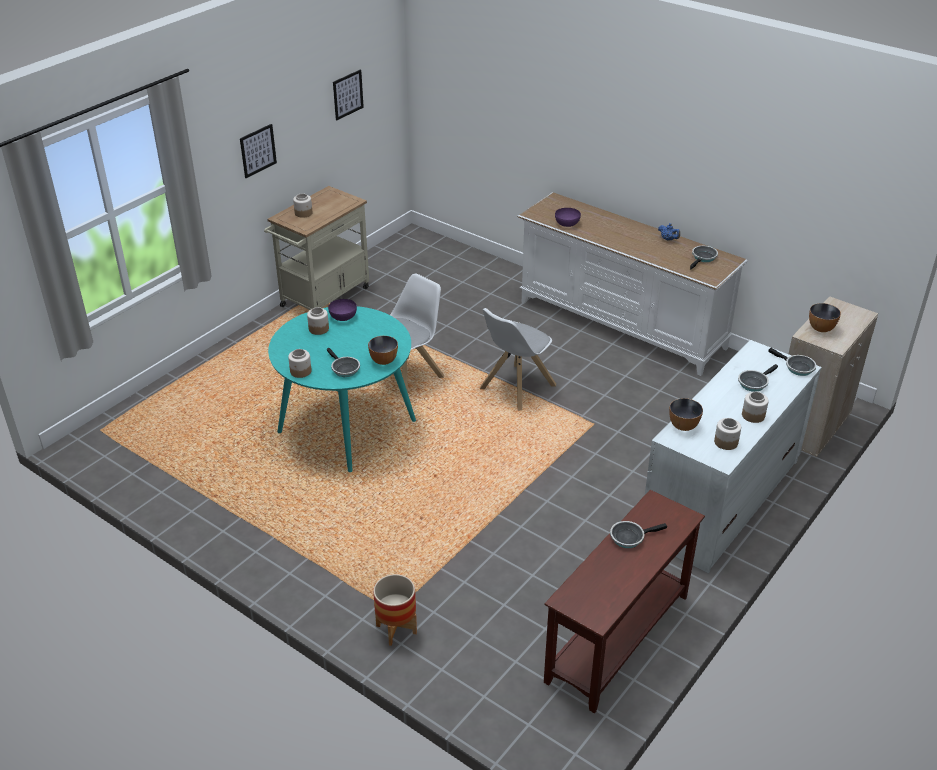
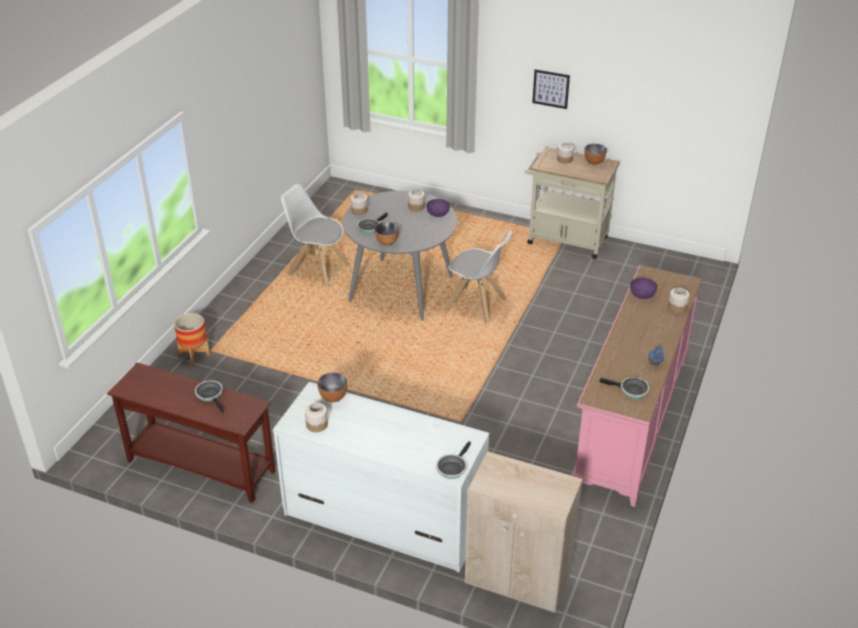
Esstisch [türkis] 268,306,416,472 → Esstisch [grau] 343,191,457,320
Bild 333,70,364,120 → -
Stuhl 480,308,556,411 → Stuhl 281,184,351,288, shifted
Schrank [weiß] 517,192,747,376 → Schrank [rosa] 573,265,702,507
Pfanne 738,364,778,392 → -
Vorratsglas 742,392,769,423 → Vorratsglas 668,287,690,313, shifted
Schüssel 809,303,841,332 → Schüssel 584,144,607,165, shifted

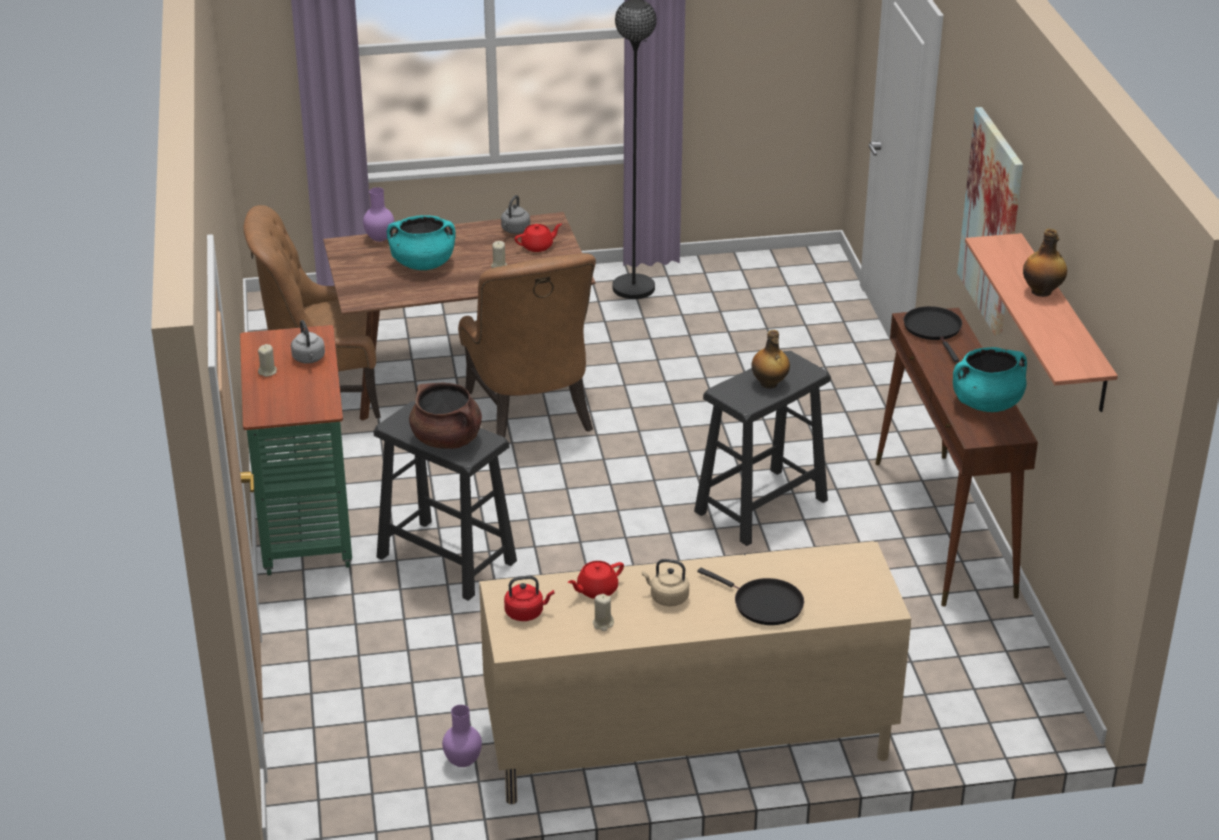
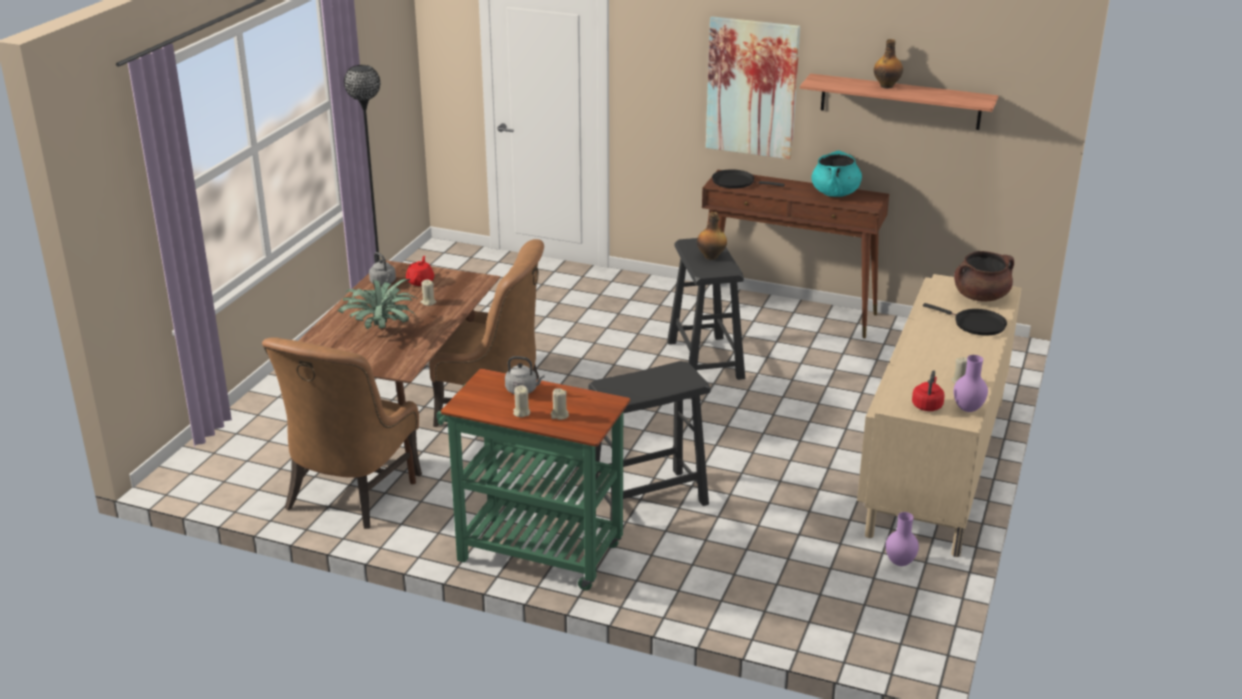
Vase [lila] 363,187,394,242 → Vase [lila] 954,355,988,412, shifted
Kochtopf [türkis] 387,215,456,270 → Topfpflanze 338,279,418,329
Kochtopf [braun] 409,383,482,449 → Kochtopf [braun] 954,251,1014,302, shifted
Teekanne [rot] 568,561,624,599 → -
Wasserkessel [beige] 642,559,689,607 → -
Pfanne [schwarz] 697,568,804,625 → Pfanne [schwarz] 923,303,1007,336, 60 degrees clockwise
- → Kerze [beige] 551,388,569,420

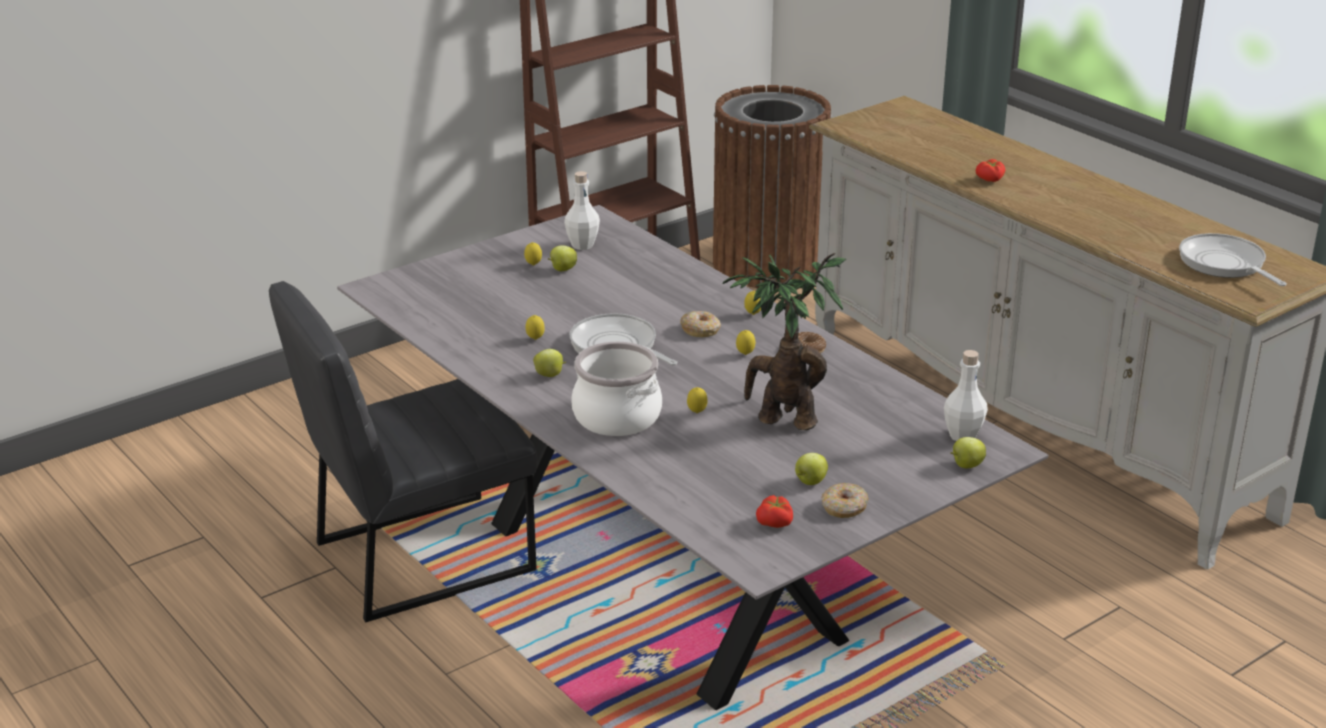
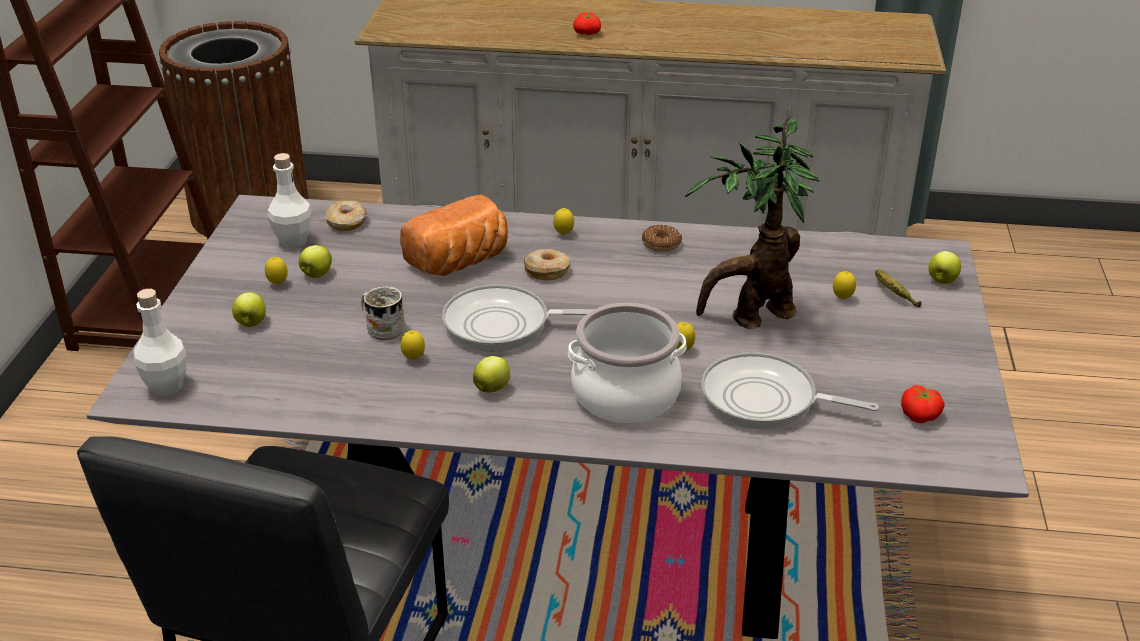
Zitrone 736,330,755,355 → Zitrone 833,271,856,299, shifted
Apfel 795,453,828,485 → Apfel 232,292,266,327, shifted
Donut 822,483,869,518 → Donut 325,200,367,231, shifted
Flasche [weiß] 944,350,988,441 → Flasche [weiß] 134,289,186,396, shifted
Pfanne 1179,233,1287,286 → Pfanne 701,352,879,429, shifted
- → Henkelbecher [weiß] 361,286,405,340
- → Brot 400,194,508,276
- → Banane 875,269,921,308

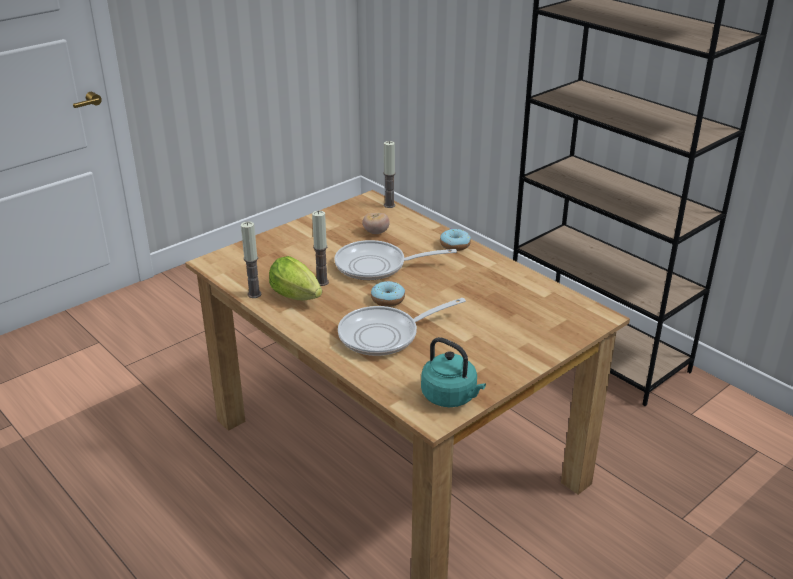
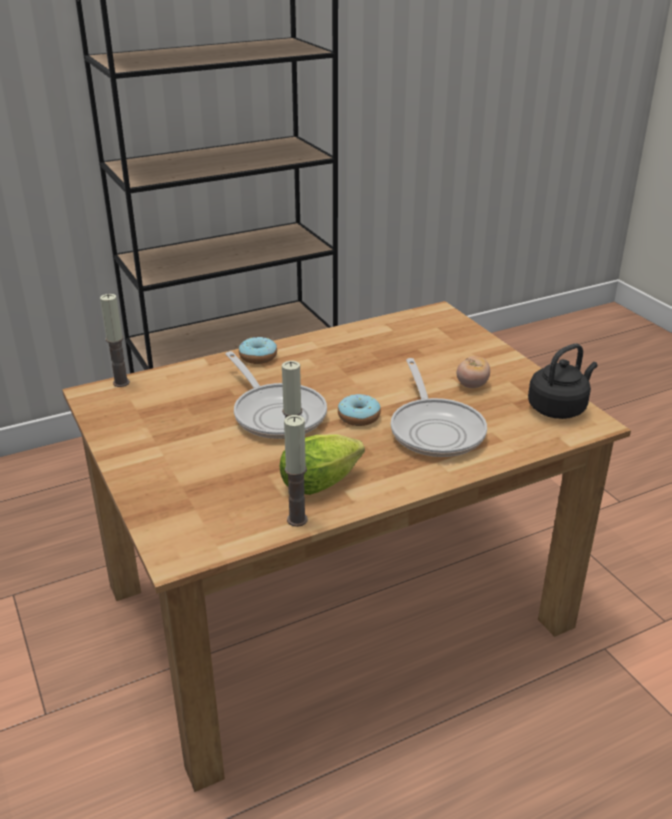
Pfanne 334,240,457,280 → Pfanne 226,351,327,439, 45 degrees counterclockwise
Tomate 362,213,390,234 → Tomate 457,356,490,388, shifted
Wasserkessel [türkis] 421,337,486,407 → Wasserkessel [schwarz] 528,343,597,419

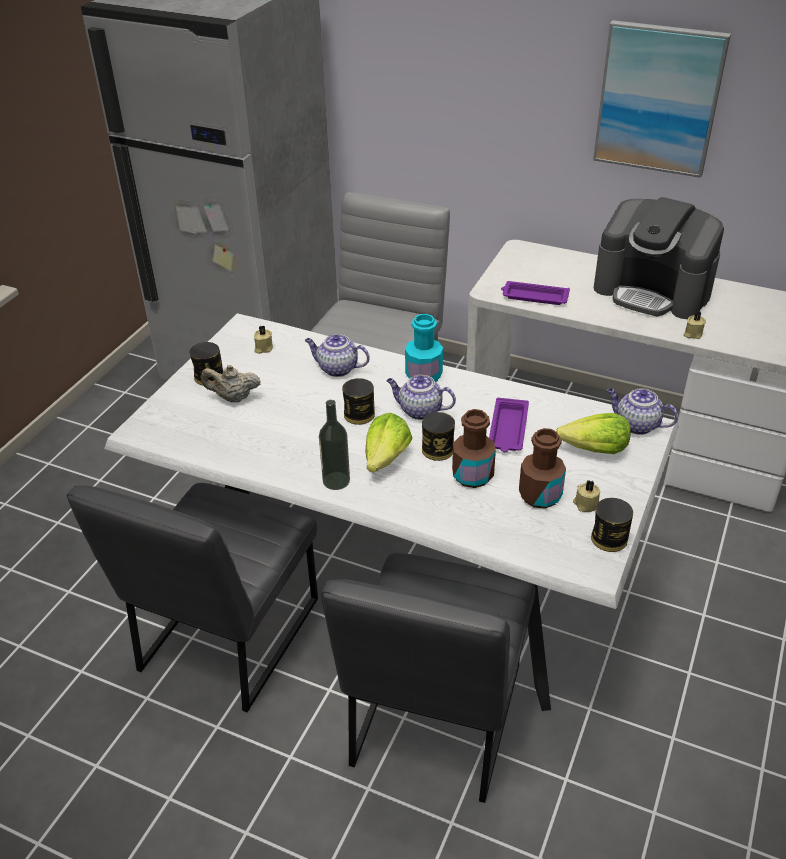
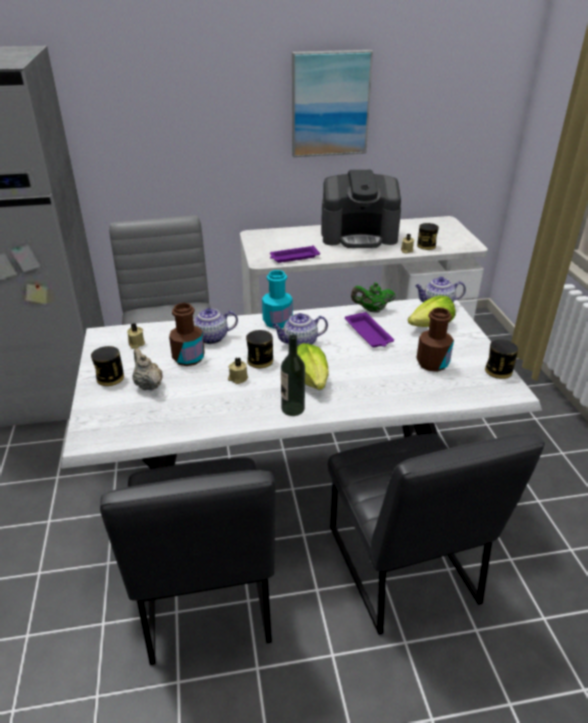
Teekanne [beige] 201,365,261,402 → Teekanne [beige] 132,348,163,391, 90 degrees clockwise
Dose 422,412,455,461 → Dose 417,223,439,250, shifted
Flasche [braun] 452,409,496,488 → Flasche [braun] 169,303,205,366, shifted
Kerze [beige] 573,480,601,512 → Kerze [beige] 228,358,248,384, shifted
- → Teekanne [grün] 351,282,396,313

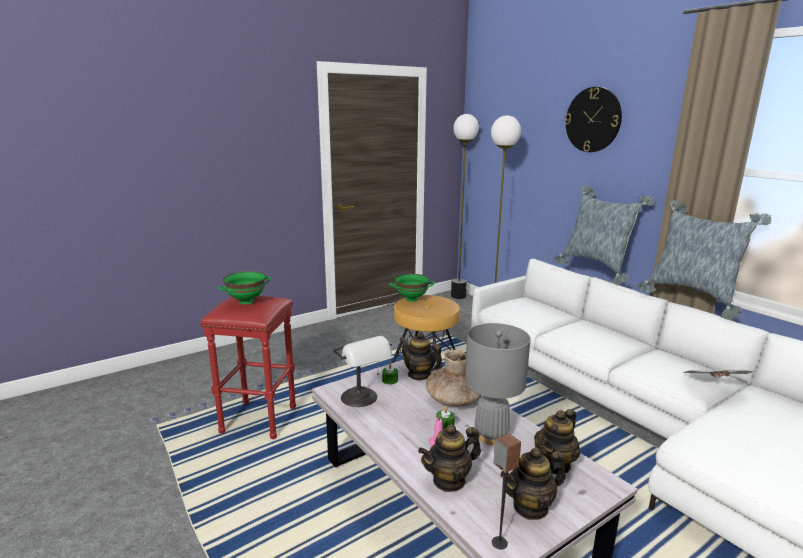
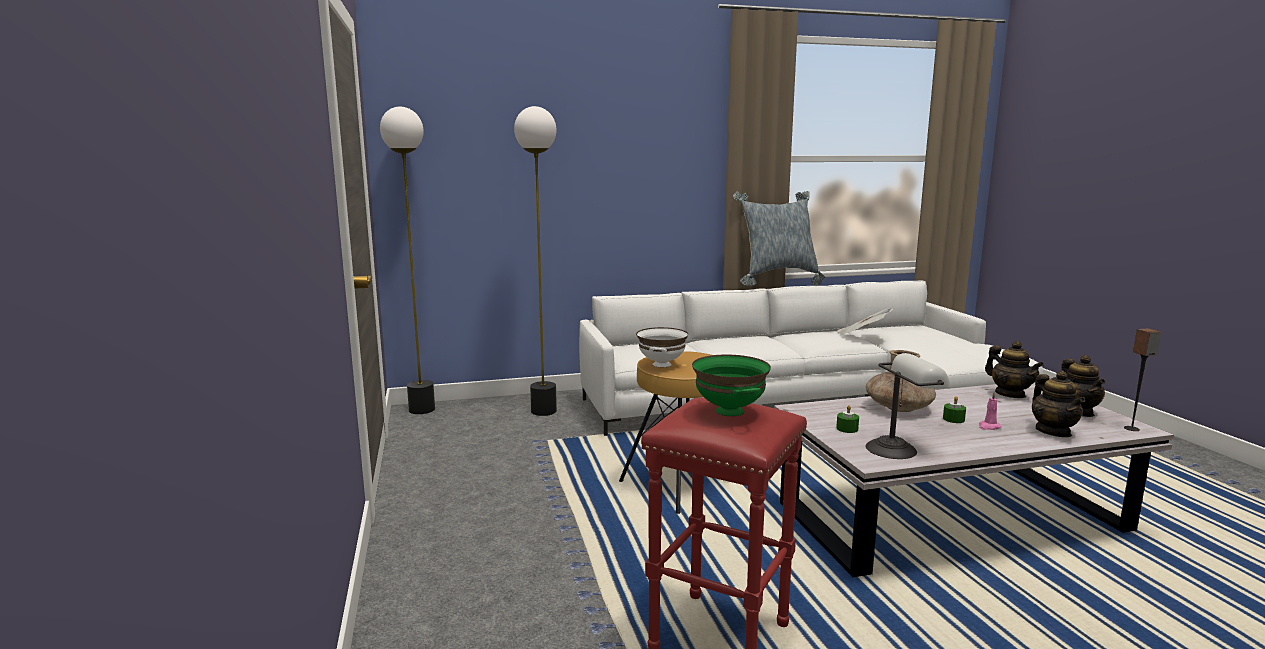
Schüssel [grün] 389,274,435,302 → Schüssel [weiß] 636,327,688,367
Teekanne 400,332,443,380 → -
Tischlampe [grau] 465,323,531,445 → -
Kissen 554,185,654,285 → -
Wanduhr 565,87,622,152 → -

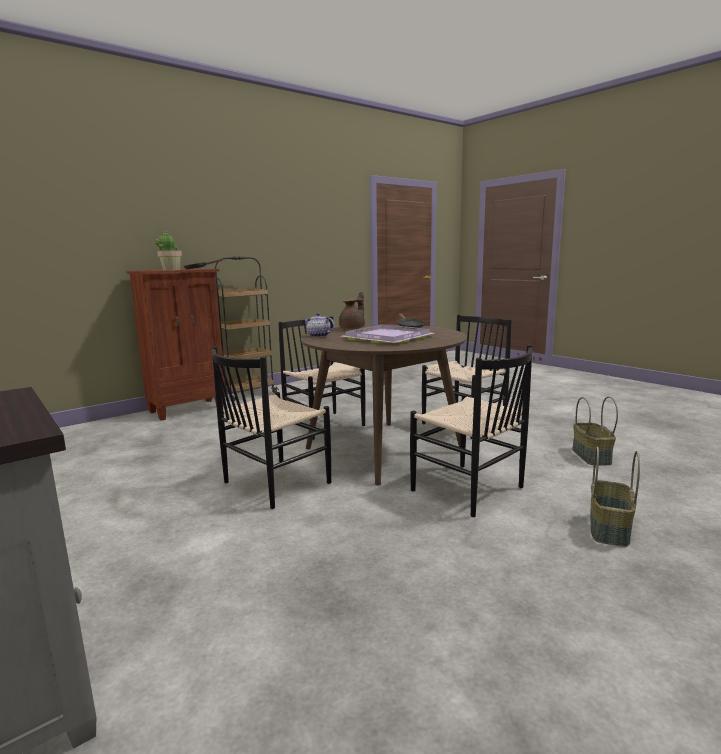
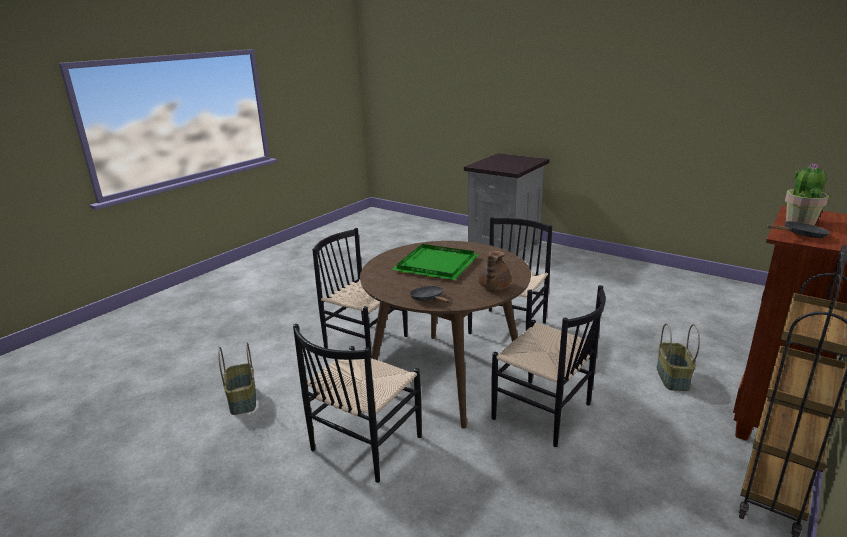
Teekanne 303,313,335,337 → -
Tablett [lila] 341,324,434,343 → Tablett [grün] 391,244,479,280
Korb 590,446,640,547 → Korb 656,323,700,391, shifted

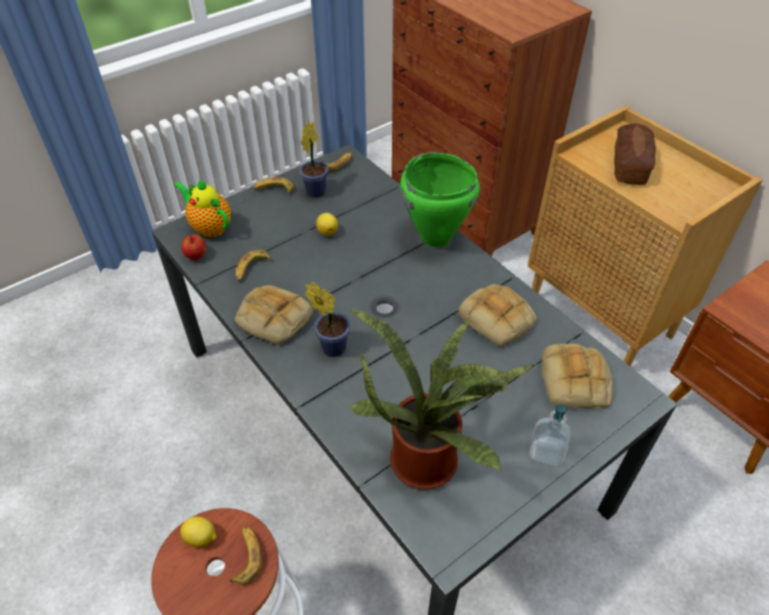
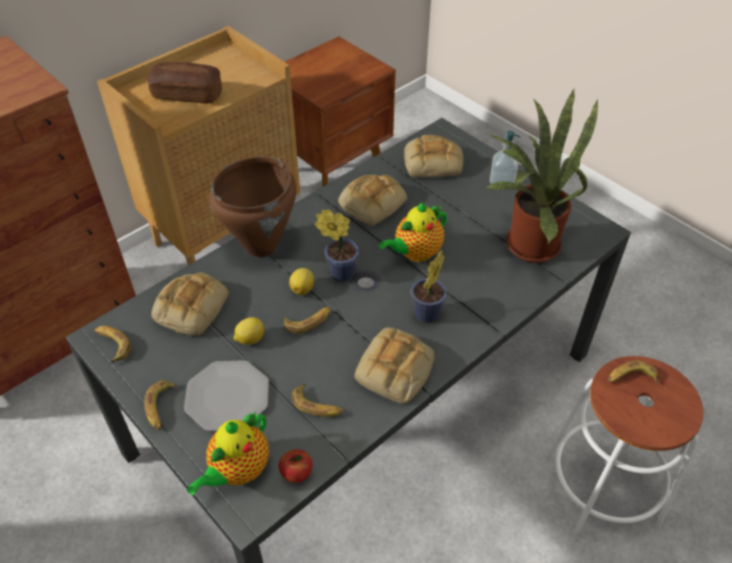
Zitrone 180,516,217,547 → Zitrone 289,268,314,295, shifted
Topfpflanze 300,121,328,198 → Topfpflanze 315,209,359,282, shifted
Kochtopf [grün] 400,152,480,248 → Kochtopf [braun] 209,156,296,257
- → Brot 151,272,229,336
- → Teller 184,360,269,431
- → Banane 284,307,331,333
- → Teekanne 379,202,447,262

